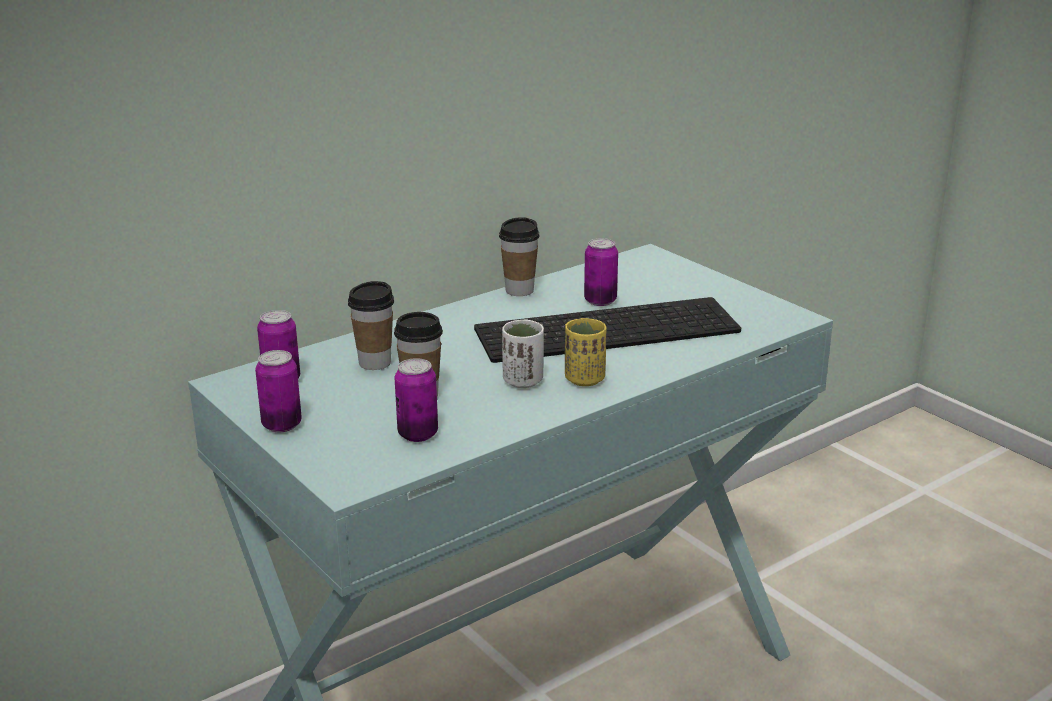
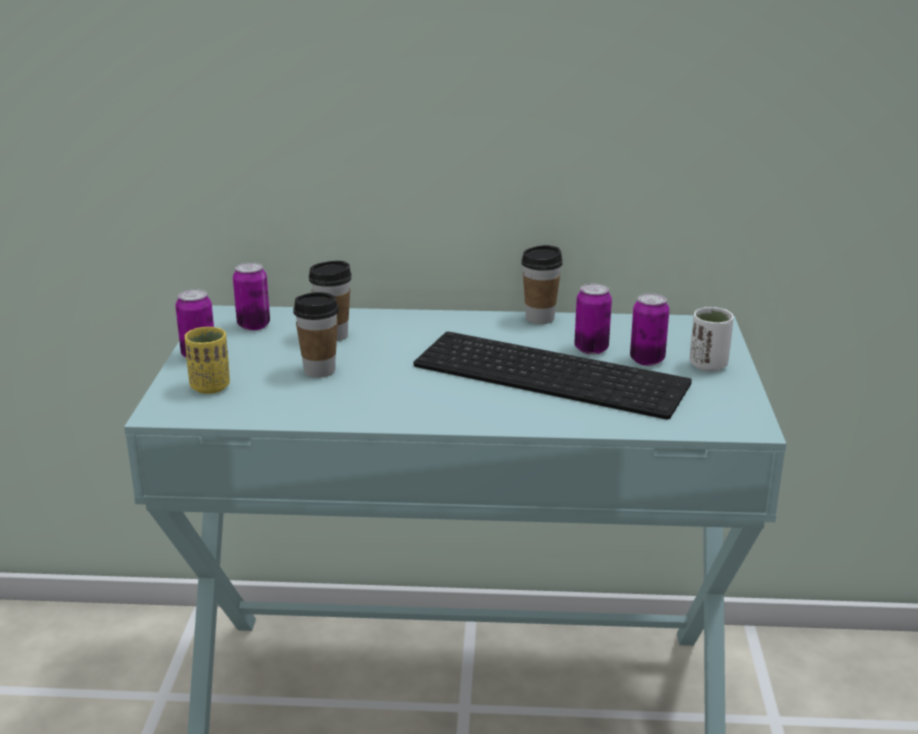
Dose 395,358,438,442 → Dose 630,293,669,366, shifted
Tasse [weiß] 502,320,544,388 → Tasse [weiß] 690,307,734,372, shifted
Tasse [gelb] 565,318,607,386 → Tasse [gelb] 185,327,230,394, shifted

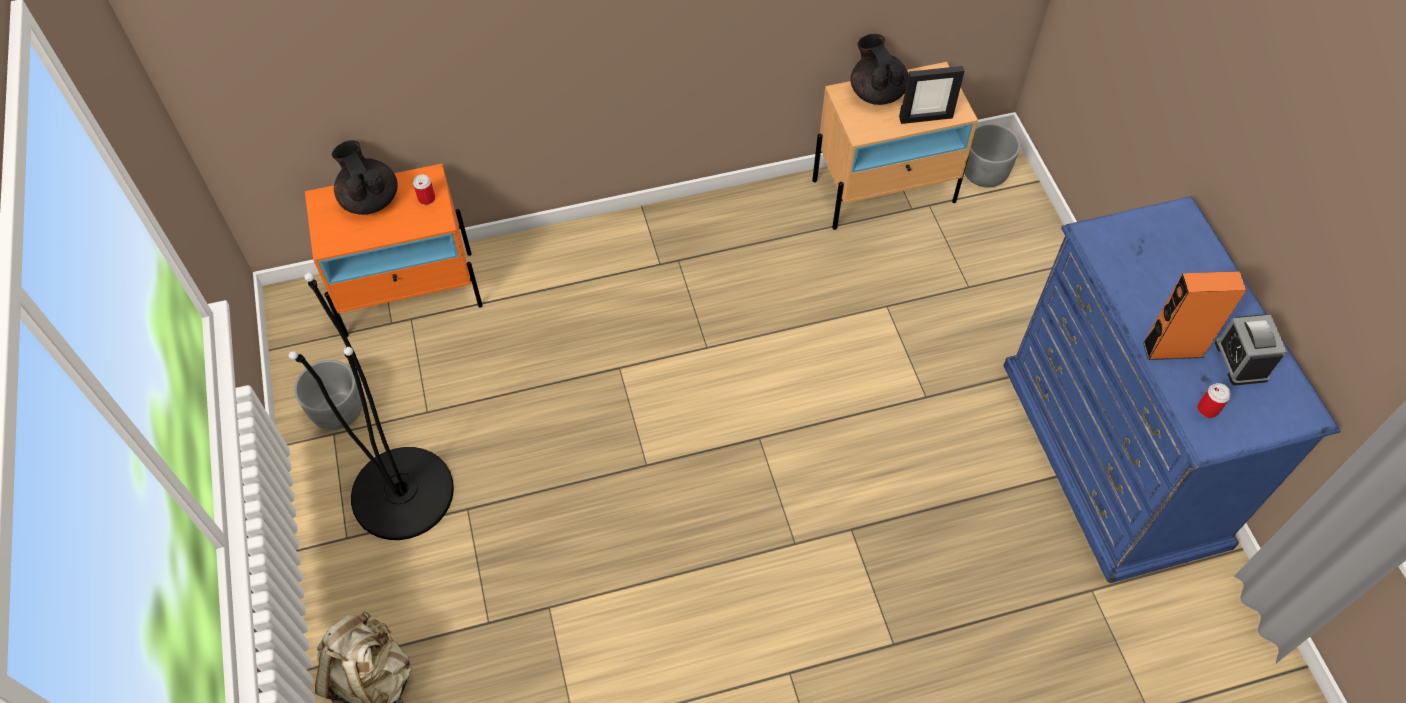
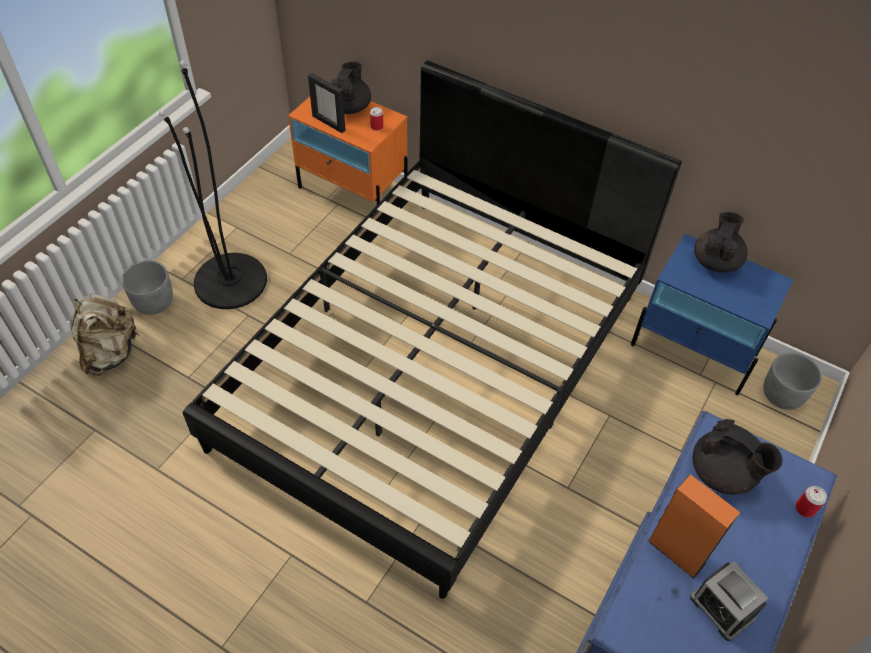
Pflanzkübel [grau] 294,360,362,431 → Pflanzkübel [grau] 121,260,173,315, shifted
Nachttisch [beige] 812,62,978,230 → Nachttisch [blau] 631,234,794,395
Bilderrahmen 899,66,964,124 → Bilderrahmen 308,73,346,133, shifted
Dose 1197,383,1231,418 → Dose 795,486,827,518, shifted
Wecker 1215,314,1287,385 → Wecker 690,561,768,641, 75 degrees counterclockwise
- → Bett [schwarz] 183,60,682,599
- → Teekanne [schwarz] 693,419,783,495

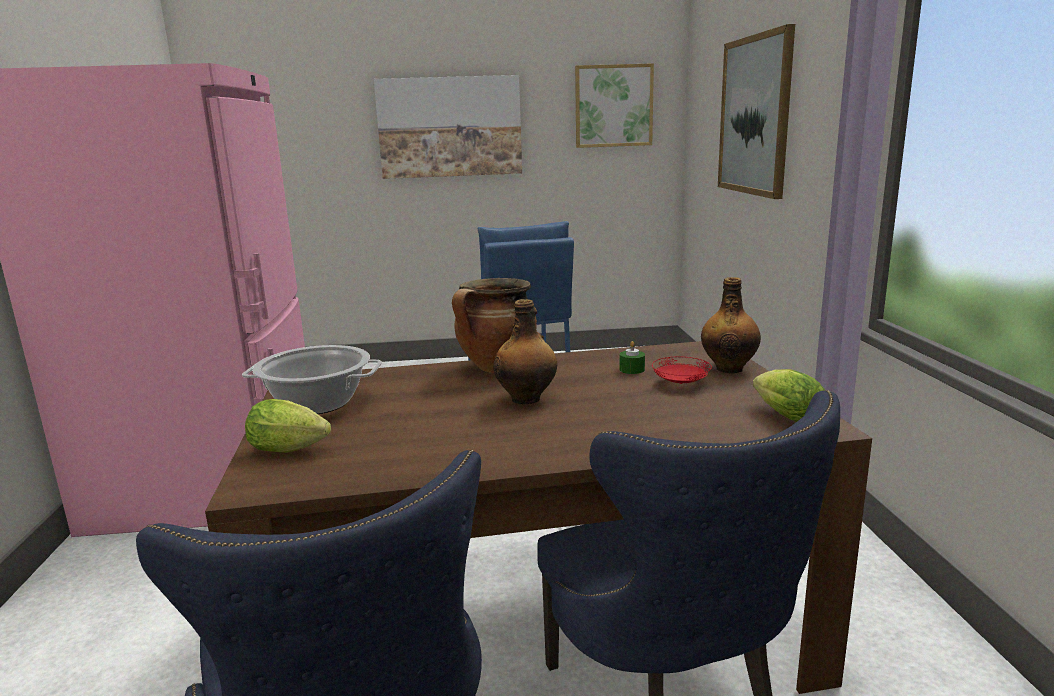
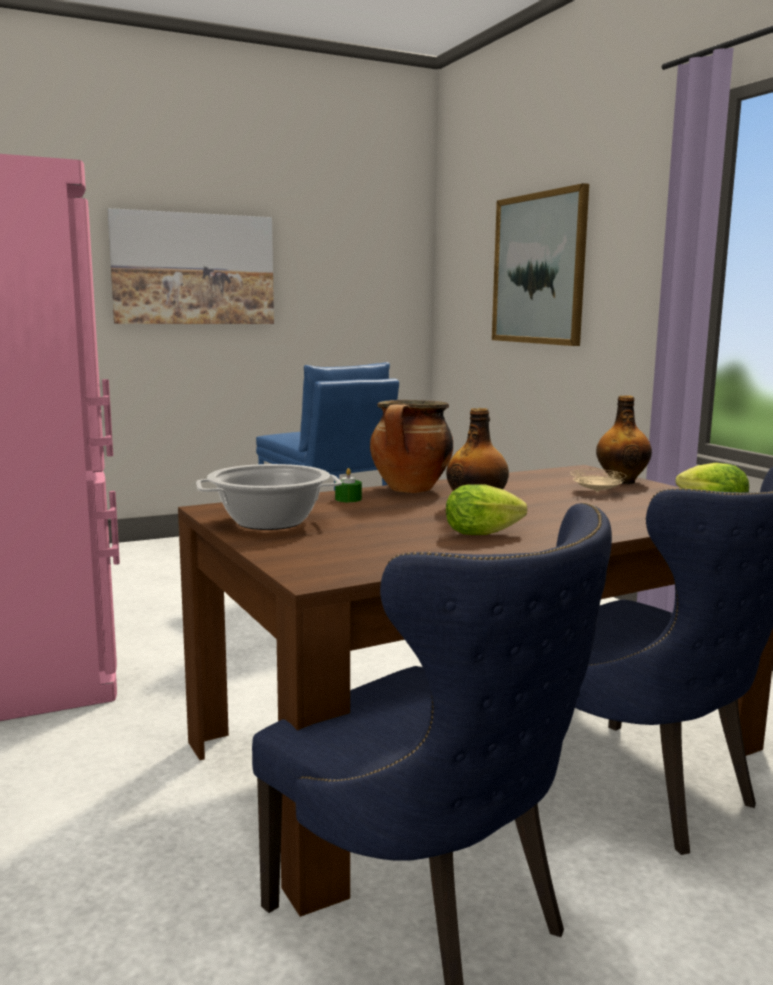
Salatkopf 245,399,331,453 → Salatkopf 446,484,527,535, shifted
Bild 575,63,654,148 → -
Kerze [grün] 619,341,645,374 → Kerze [grün] 335,468,362,502, shifted
Teller [rot] 652,357,712,384 → Teller [beige] 570,469,627,492

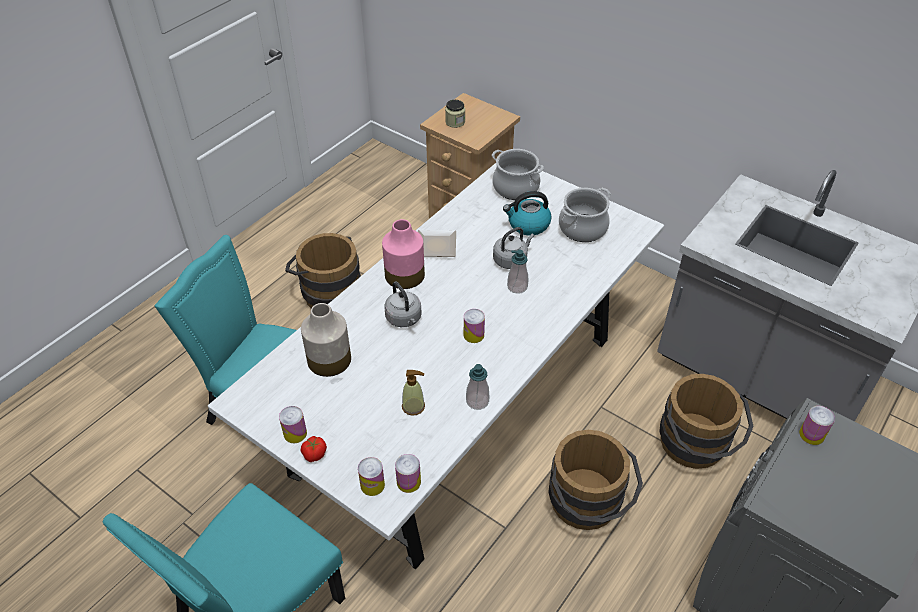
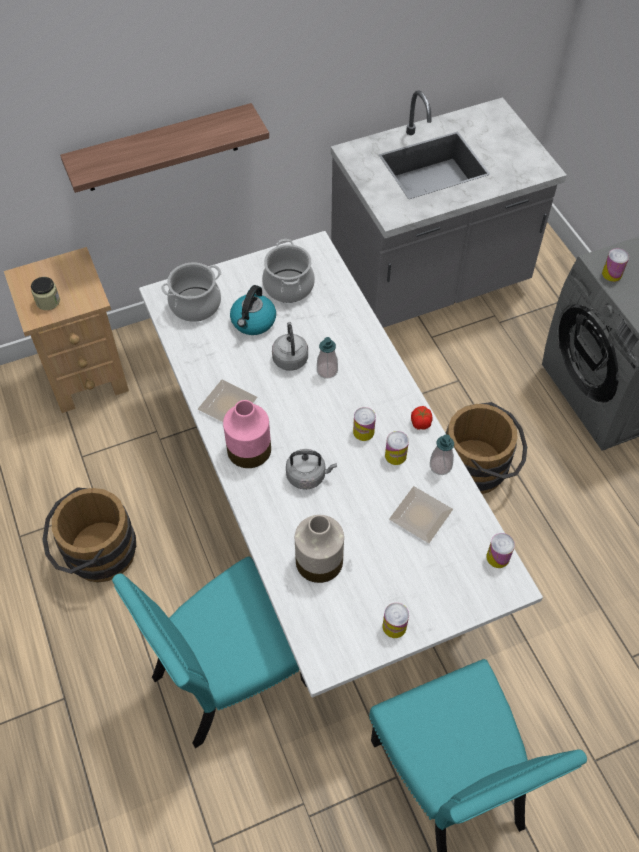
Tomate 300,436,327,462 → Tomate 411,406,433,429, shifted
Dose 358,457,385,496 → Dose 385,431,409,465, shifted
Seifenspender 402,370,425,416 → Teller 389,486,453,543
Eimer [braun] 659,374,754,469 → -
- → Wandregal 60,103,269,193

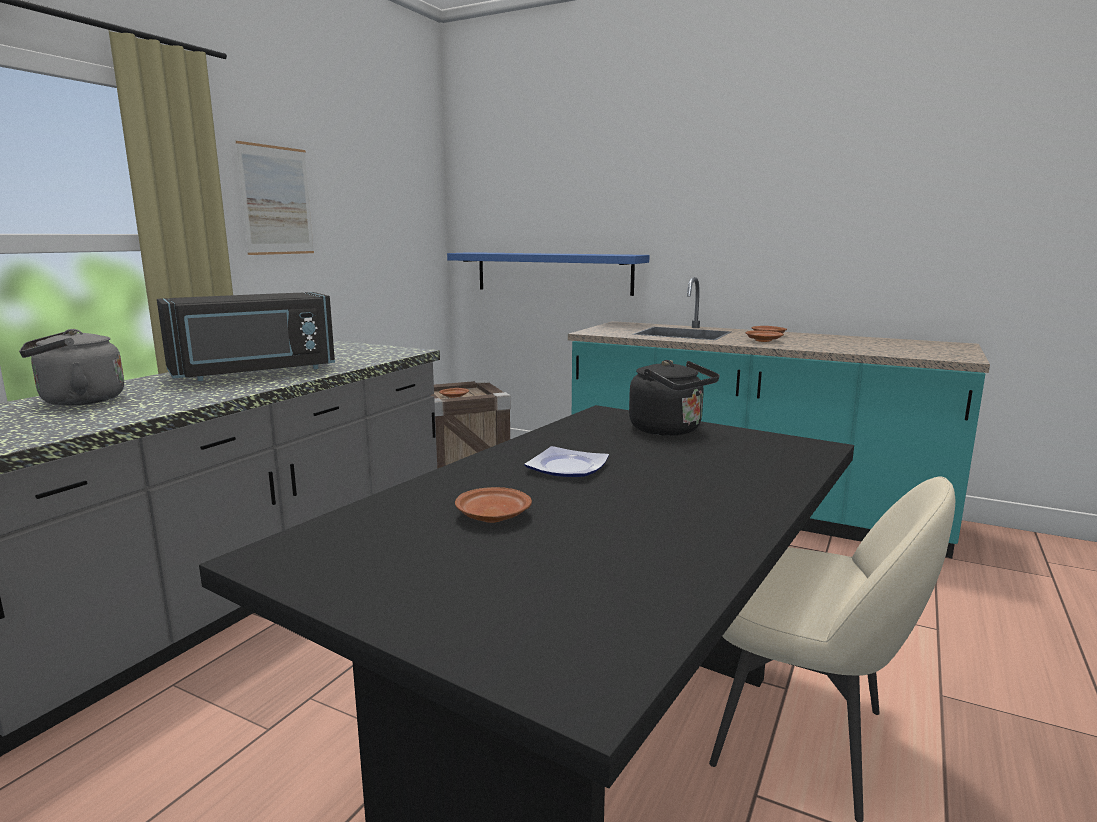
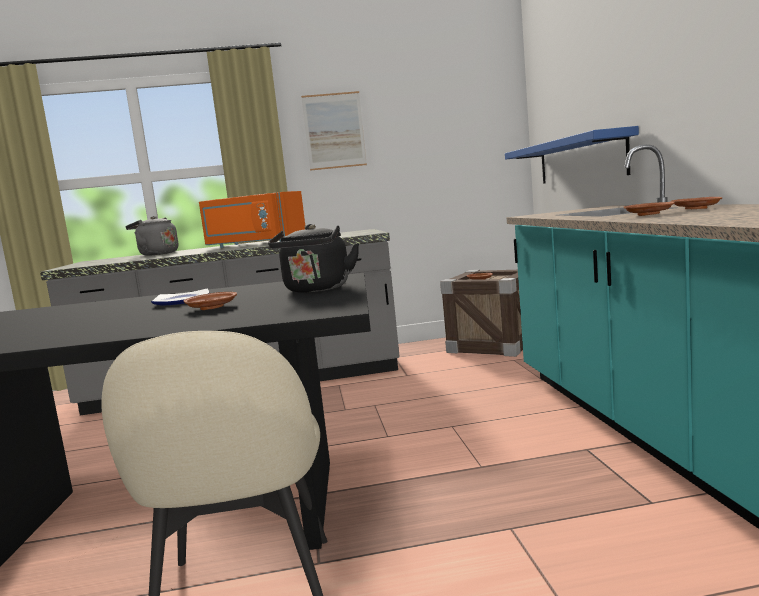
Mikrowelle [schwarz] 157,292,335,381 → Mikrowelle [orange] 199,191,305,248
Teller [braun] 455,487,532,523 → Teller [braun] 184,292,237,310, shifted

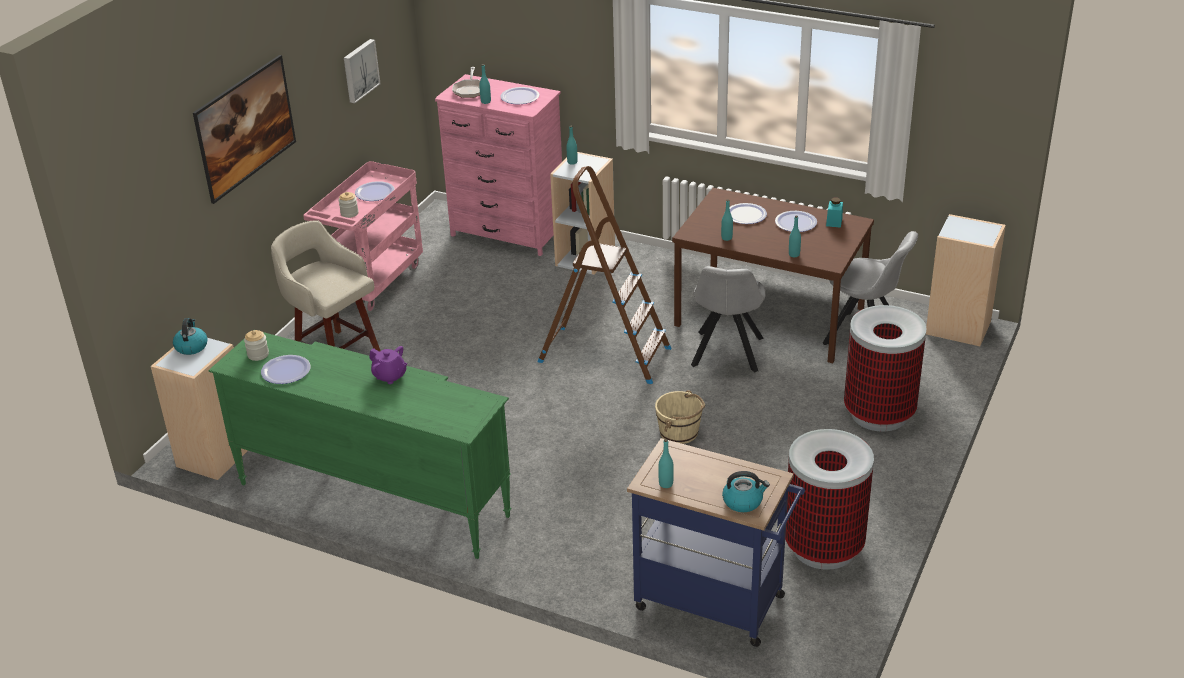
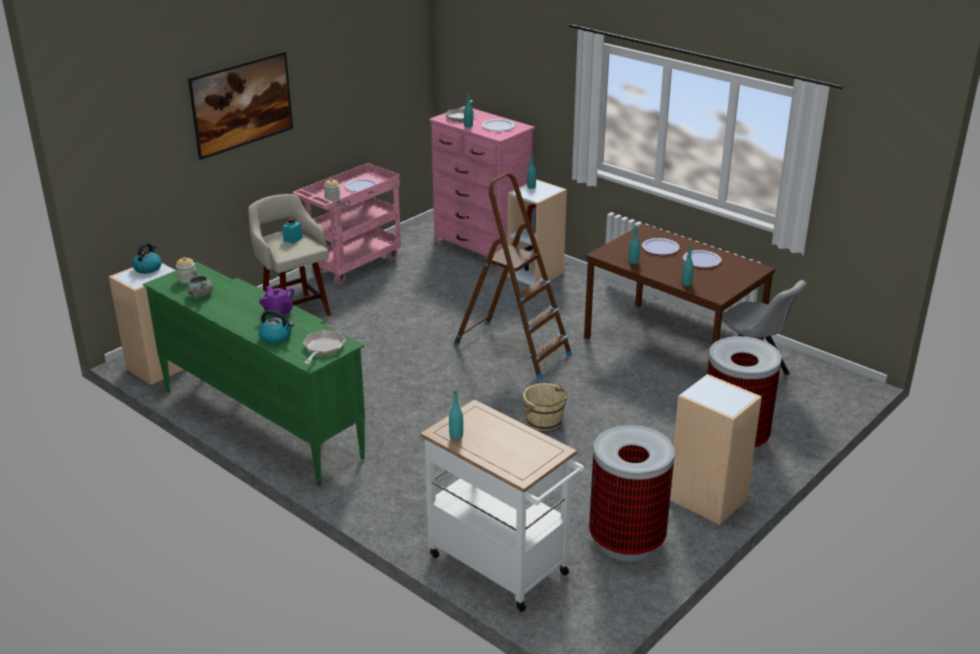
Teller 261,355,310,384 → Kochtopf [grau] 187,270,213,297
Bild 344,39,381,103 → -
Rollwagen [blau] 627,438,805,647 → Rollwagen [weiß] 420,400,585,612
Stuhl [grau] 691,266,765,372 → -
Wasserkessel 722,471,770,512 → Wasserkessel 258,310,294,344, shifted
Vorratsglas [türkis] 826,197,843,228 → Vorratsglas [türkis] 282,218,303,244, shifted
Bücherregal 926,214,1006,346 → Bücherregal 670,374,762,525, shifted
- → Pfanne 303,330,346,364

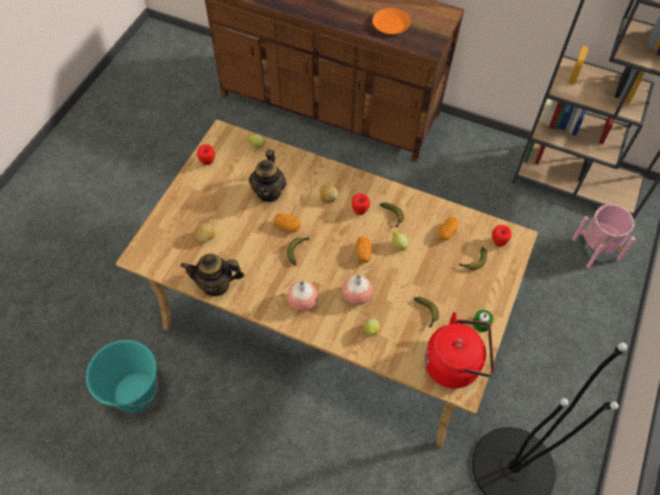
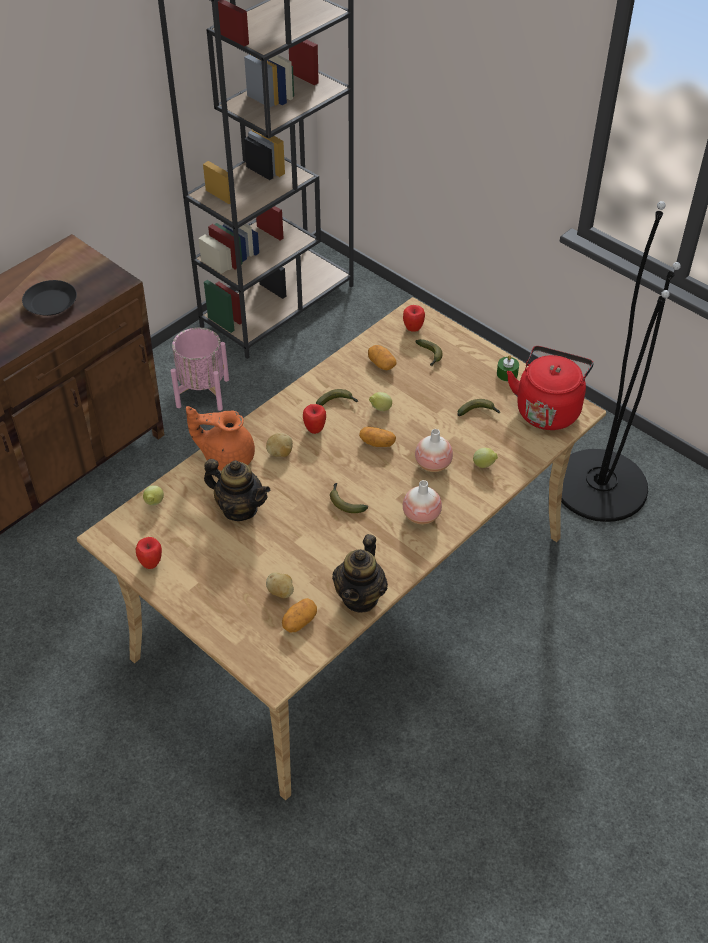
Eimer [türkis] 86,340,158,412 → -
Kartoffel 273,213,301,232 → Kartoffel 282,598,317,632, shifted
Teller [orange] 372,8,410,34 → Teller [schwarz] 22,280,77,316
Pflanzkübel [rosa] 572,204,635,268 → Pflanzkübel [rosa] 170,328,229,411, shifted
- → Teekanne [orange] 186,406,255,471

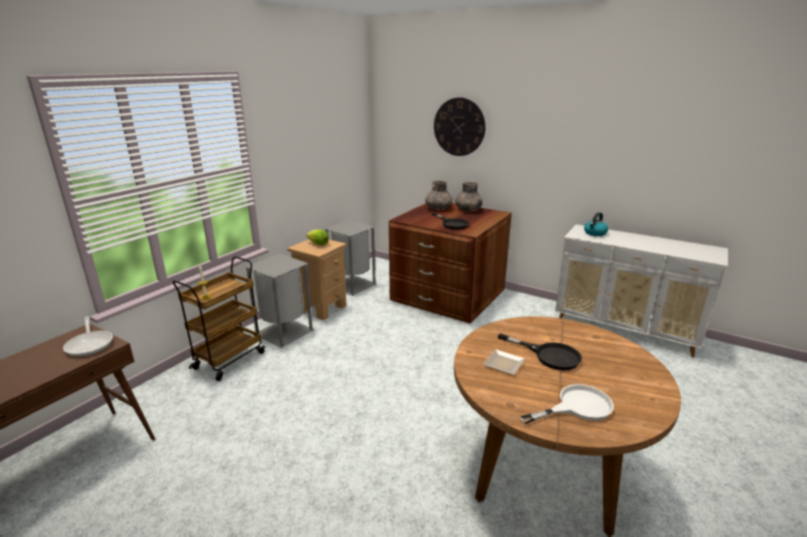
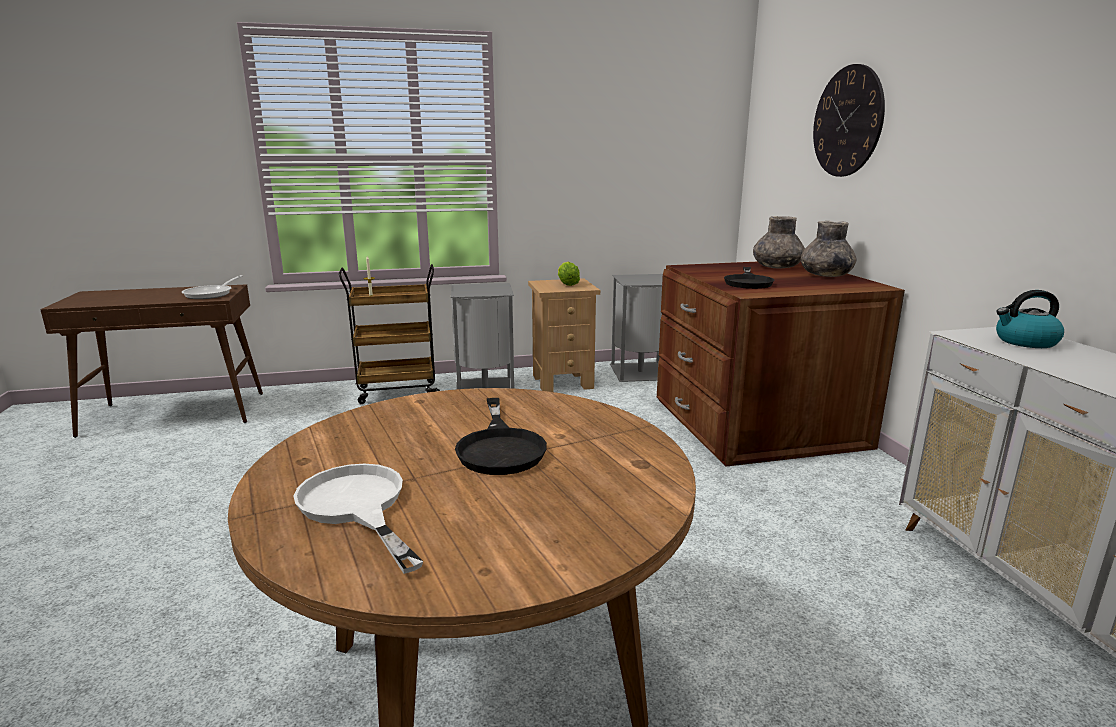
Teller 483,349,525,375 → -
Pfanne [weiß] 520,384,614,424 → Pfanne [weiß] 294,464,423,574, 150 degrees counterclockwise

